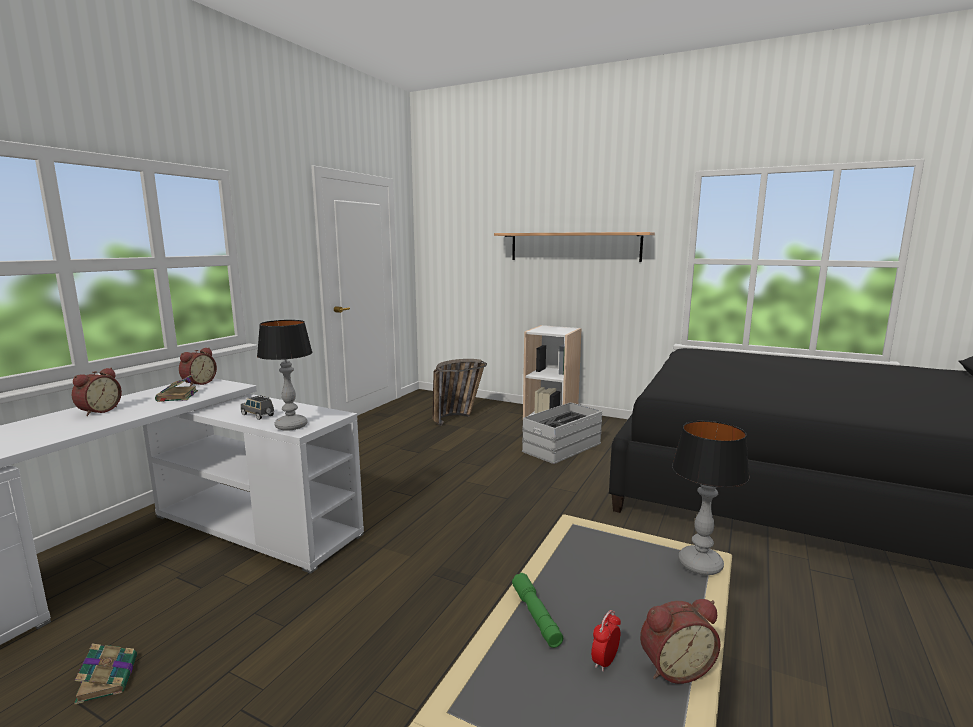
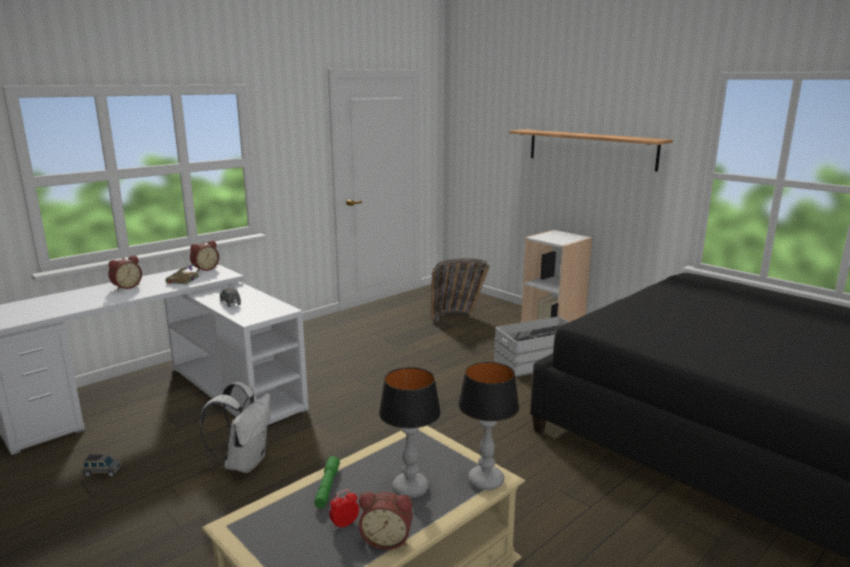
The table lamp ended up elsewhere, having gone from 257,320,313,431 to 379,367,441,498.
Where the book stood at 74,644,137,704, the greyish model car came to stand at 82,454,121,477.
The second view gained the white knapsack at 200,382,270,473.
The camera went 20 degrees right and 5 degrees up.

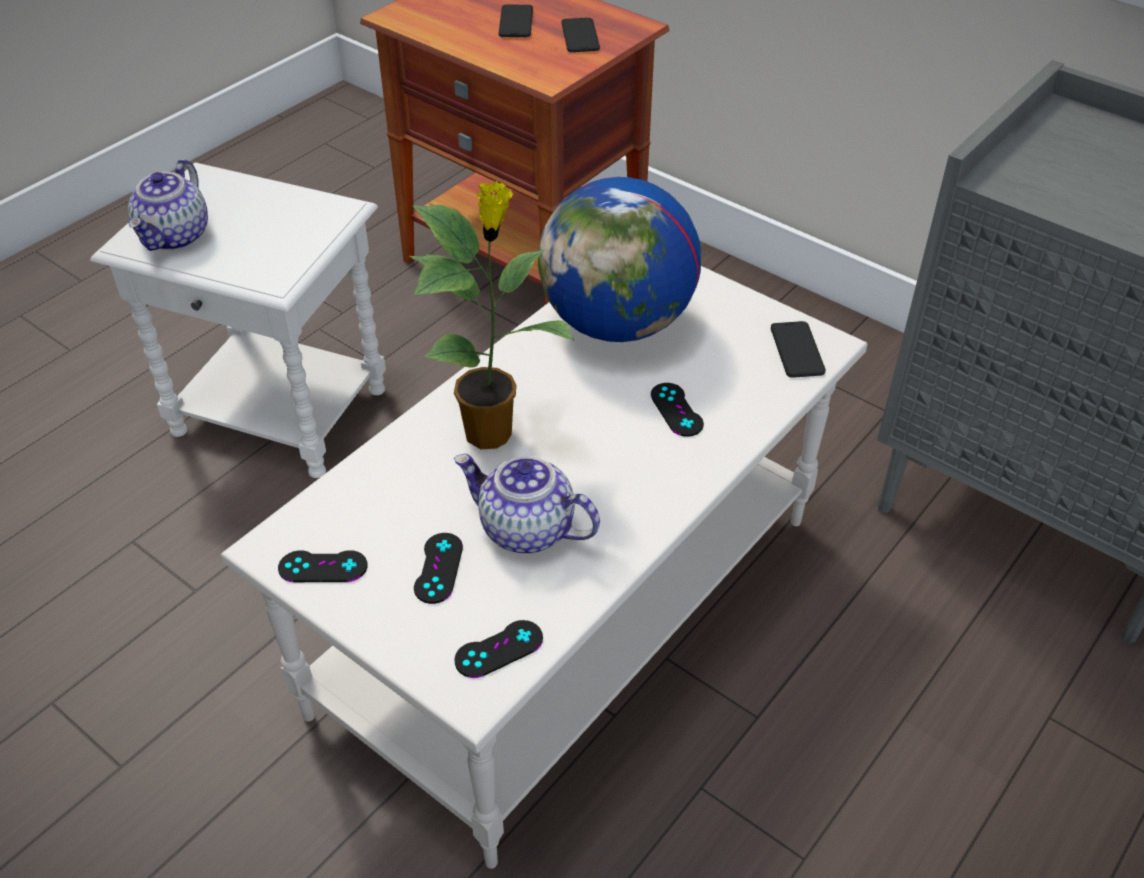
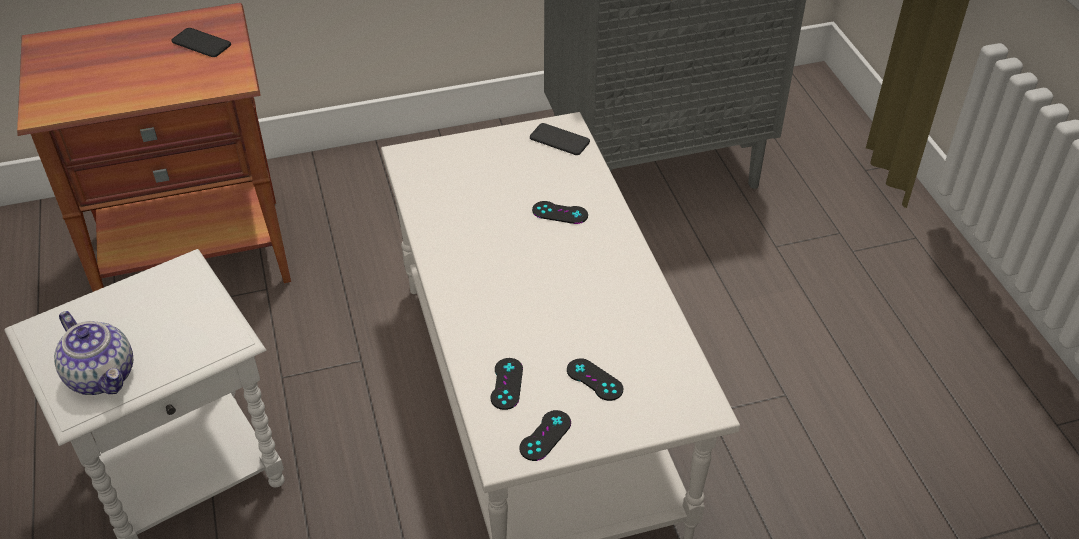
The second view lost the telephone at 499,5,533,37.
The second view lost the world globe at 538,177,701,342.
The second view lost the houseplant at 409,181,575,449.
The second view lost the pot for tea at 454,454,600,554.
The blackish joypad ended up elsewhere, having gone from 454,620,543,678 to 490,358,523,410.
The camera went 55 degrees left and 0 degrees up.

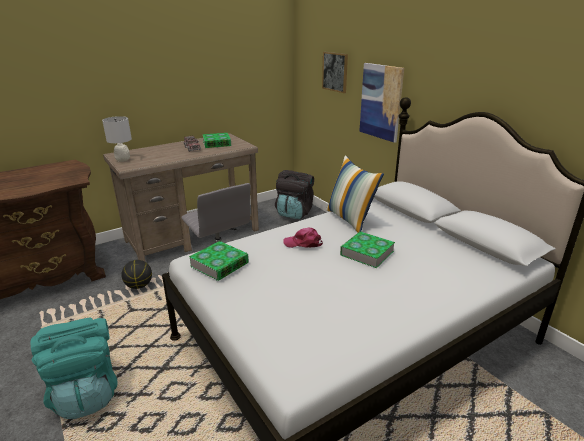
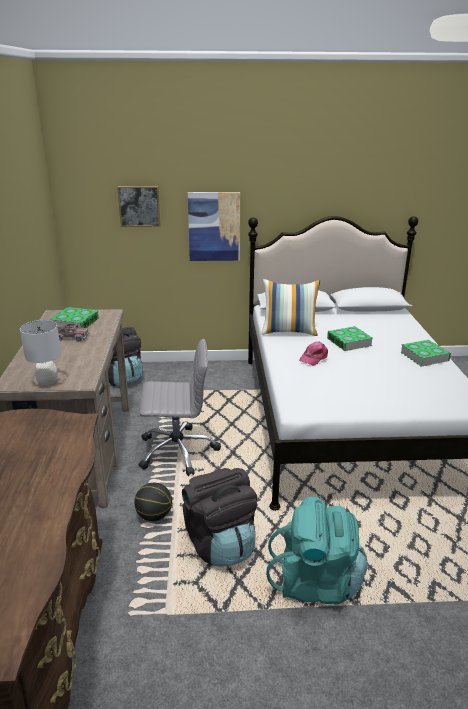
The book ended up elsewhere, having gone from 189,241,249,281 to 400,340,451,367.
The second view gained the blackish knapsack at 182,468,257,567.
The camera went 60 degrees left and 0 degrees up.

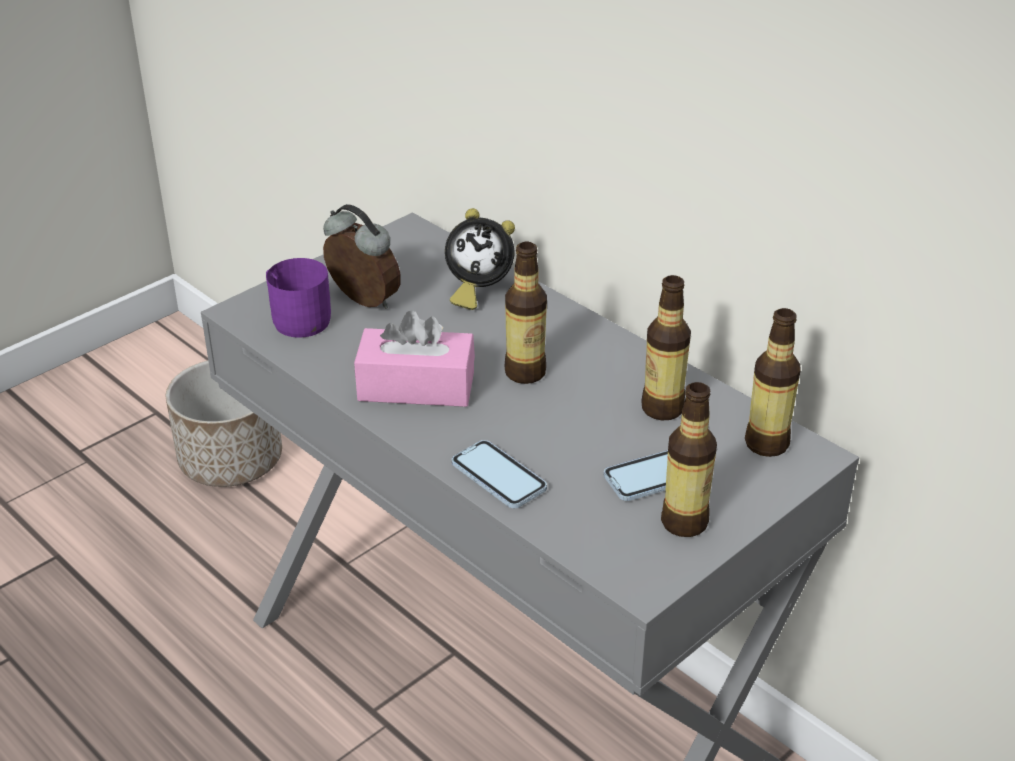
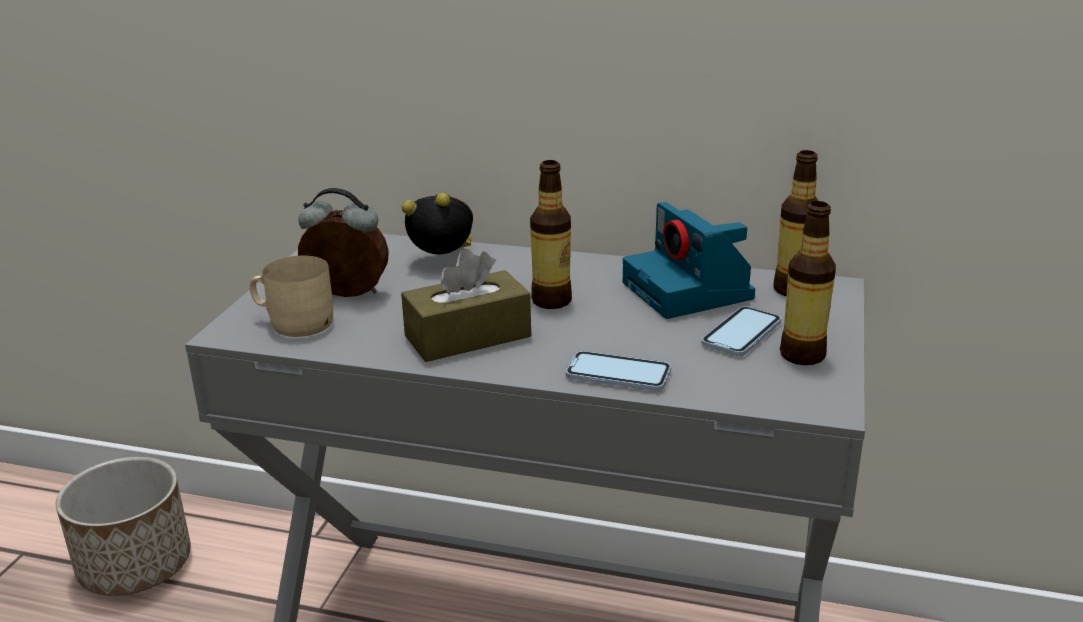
The table clock at 445,208,515,310 ended up facing another way, 150 degrees counterclockwise from before.
What was the purple-coloured tea mug at 266,258,331,338 turned into the beige tea mug at 250,256,333,337.
Where the bottle stood at 642,275,691,420, the still camera came to stand at 623,202,755,319.
What was the pink-coloured box of tissues at 354,310,475,407 turned into the brownish box of tissues at 401,249,531,362.
The camera went 30 degrees left and 10 degrees down.

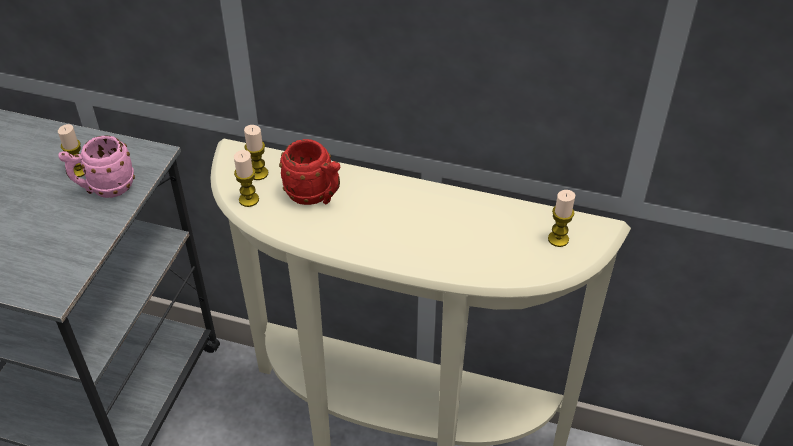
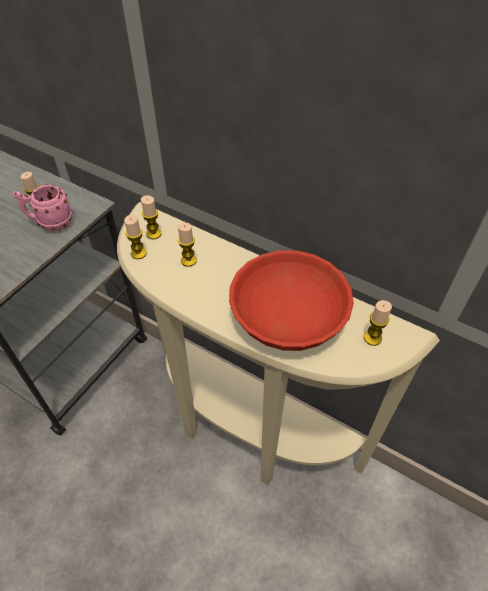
Where the red-coloured tea mug stood at 279,139,340,205, the wax light came to stand at 178,222,197,267.
The second view gained the red-coloured bowl at 229,250,354,351.
The camera went 15 degrees right and 5 degrees up.

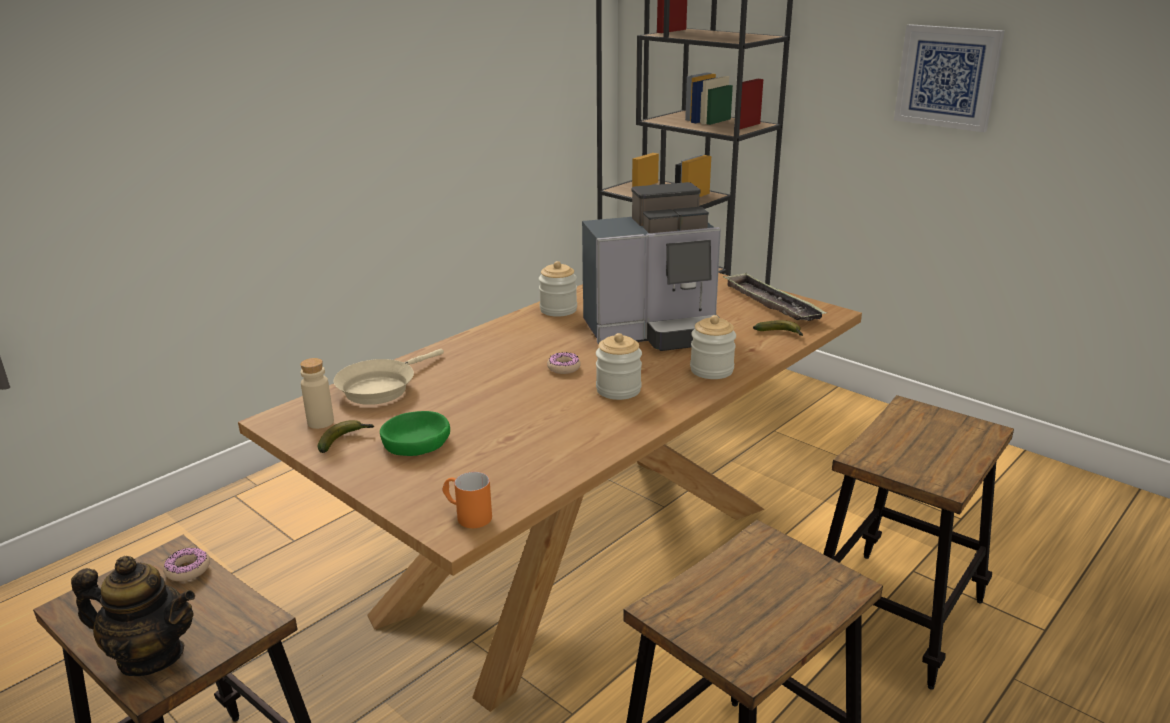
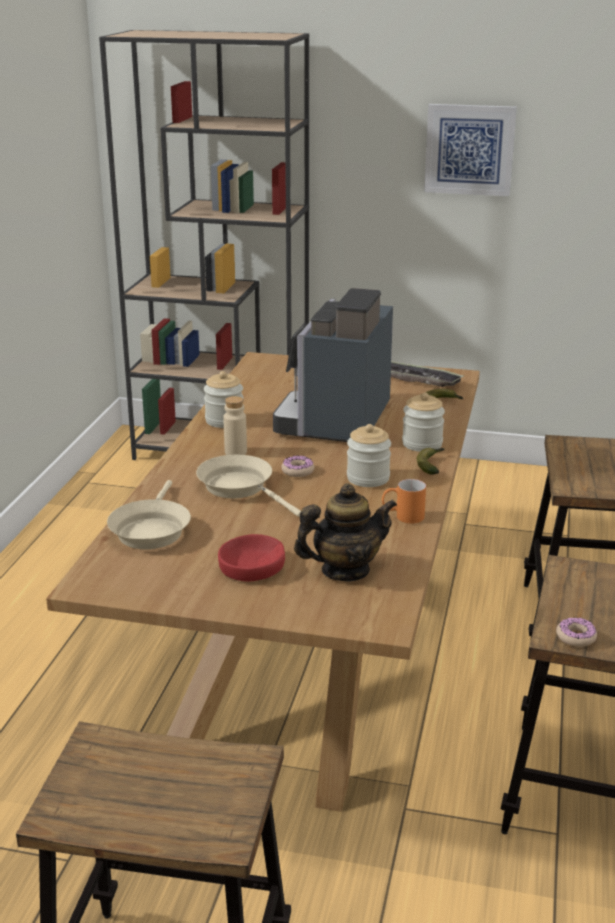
The coffee machine at 582,182,721,351 ended up facing another way, 150 degrees clockwise from before.
The beige bottle ended up elsewhere, having gone from 300,358,334,429 to 223,396,247,455.
What was the green bowl at 380,411,450,456 turned into the red-coloured bowl at 218,534,285,582.
The banana ended up elsewhere, having gone from 317,420,375,453 to 417,448,445,475.
The orangey tea mug ended up elsewhere, having gone from 442,472,492,528 to 382,479,426,523.
The ring doughnut ended up elsewhere, having gone from 163,548,210,581 to 556,617,597,647.
The pot for tea ended up elsewhere, having gone from 71,556,195,676 to 294,483,397,582.
The second view gained the beige frying pan at 196,455,301,517.
The camera went 30 degrees left and 0 degrees up.

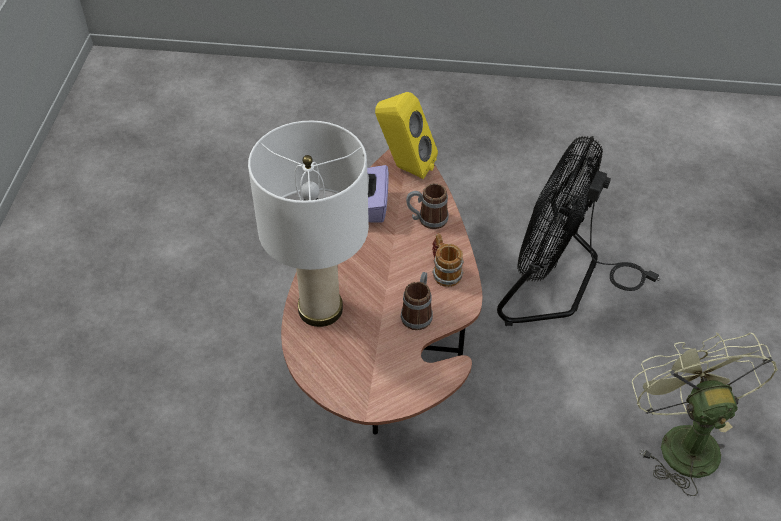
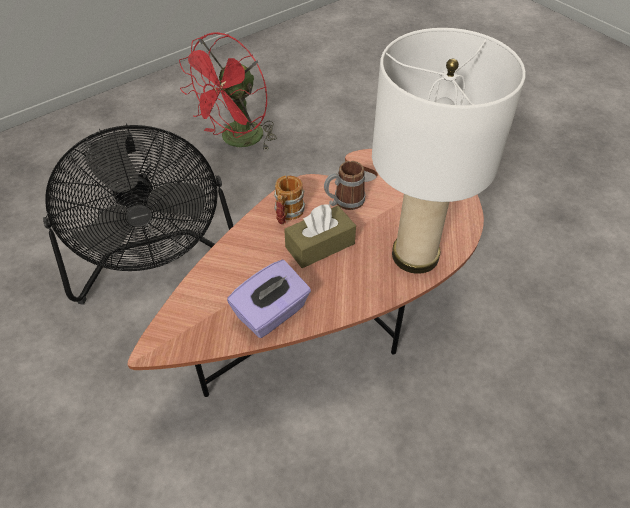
The second view lost the yellow-coloured audio speaker at 375,92,438,179.
The second view lost the tea mug at 406,183,449,229.
What was the green electric fan at 632,333,778,496 turned into the red-coloured electric fan at 179,32,277,150.
The second view gained the brownish box of tissues at 284,204,356,268.
The camera went 135 degrees left and 0 degrees up.

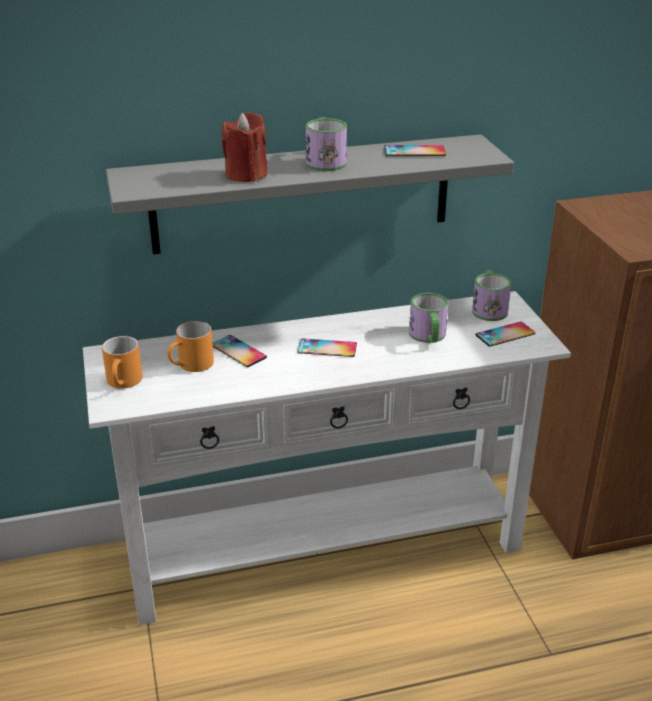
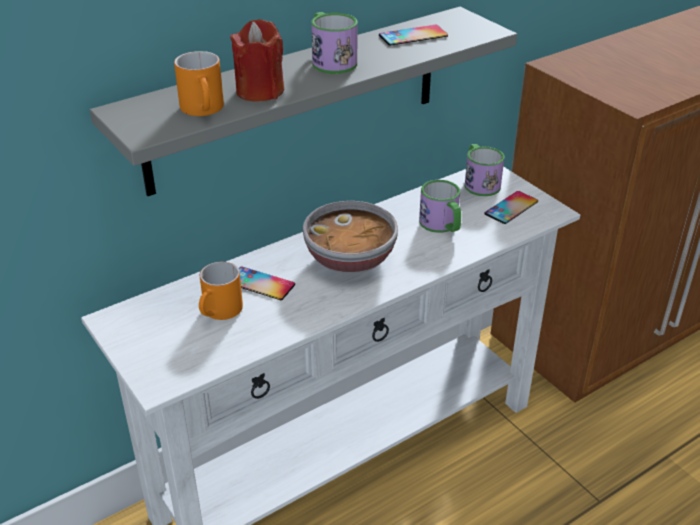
The orangey tea mug ended up elsewhere, having gone from 102,336,143,389 to 174,51,224,116.
Where the telephone stood at 298,338,357,357, the bowl came to stand at 303,201,398,274.
The camera went 20 degrees left and 5 degrees up.

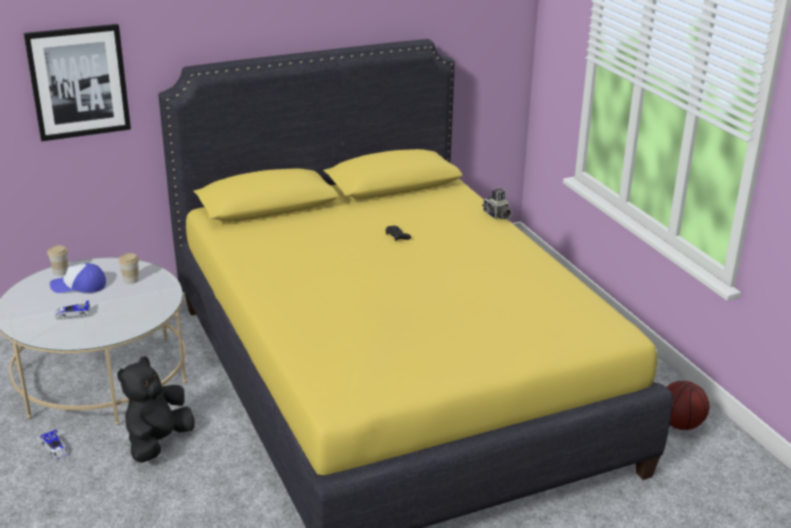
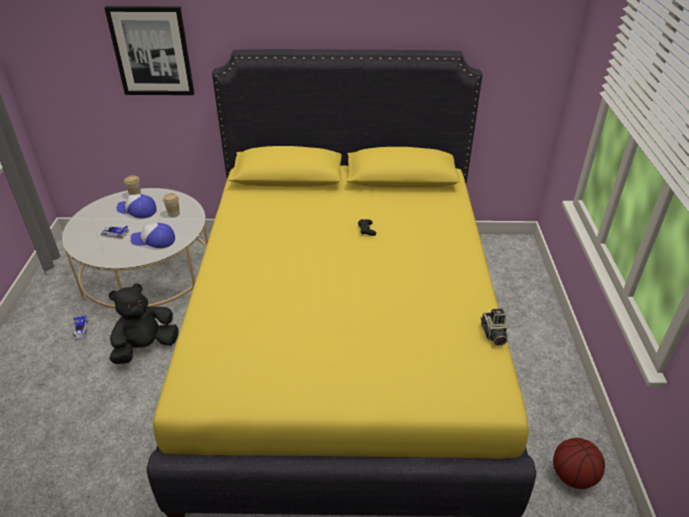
The still camera ended up elsewhere, having gone from 482,188,512,220 to 481,308,508,346.
The second view gained the baseball cap at 131,222,175,248.
The camera went 25 degrees right and 10 degrees up.

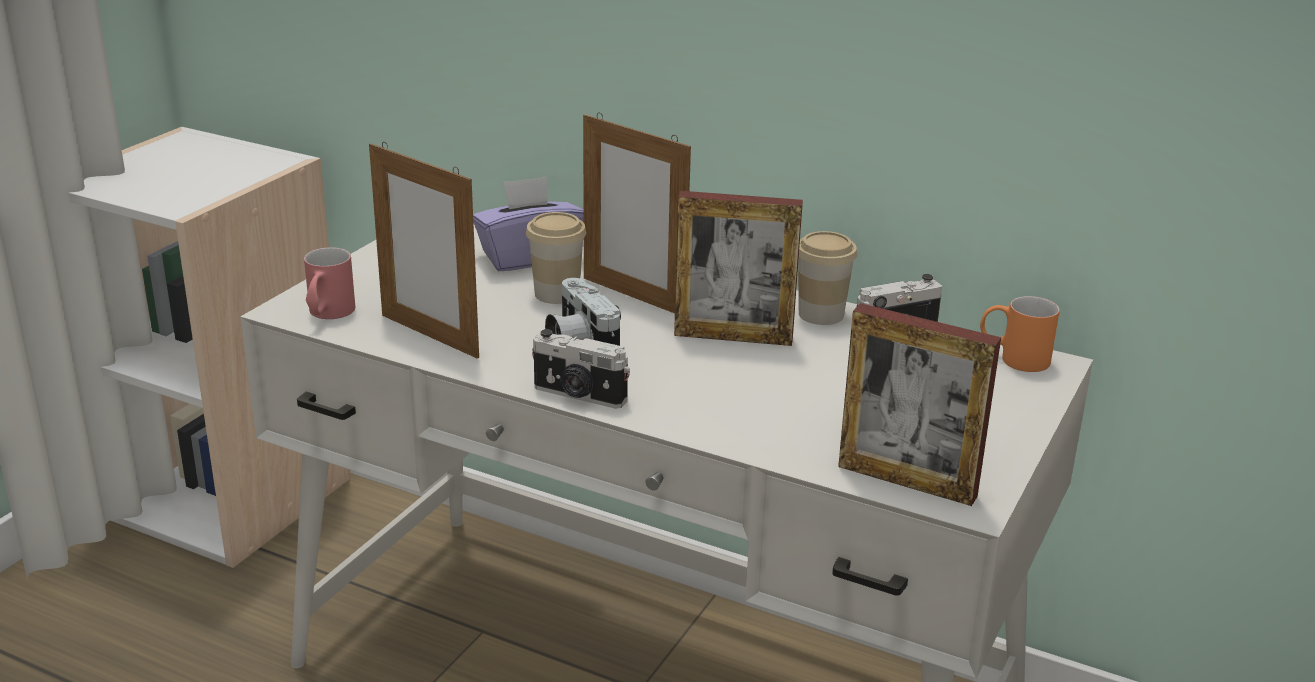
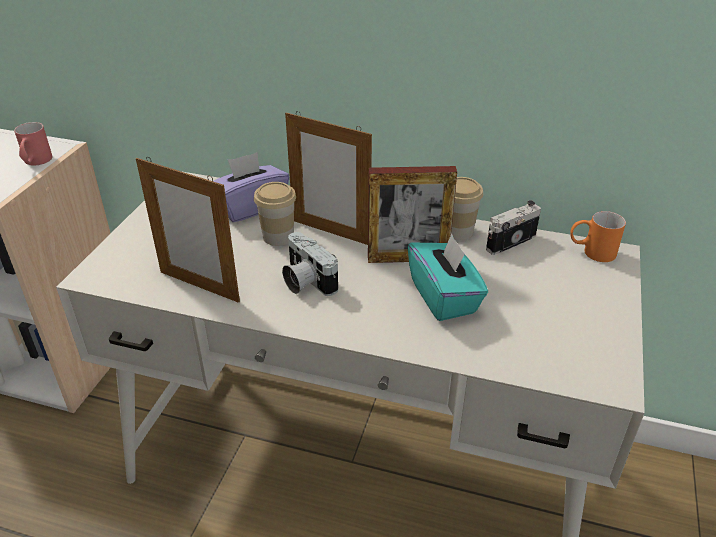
The red-coloured tea mug ended up elsewhere, having gone from 304,247,355,319 to 14,122,53,165.
The second view lost the standing frame at 838,303,1001,506.
The second view lost the still camera at 532,329,630,409.
The second view gained the blue-green box of tissues at 408,234,488,321.
The camera went 10 degrees left and 10 degrees up.

